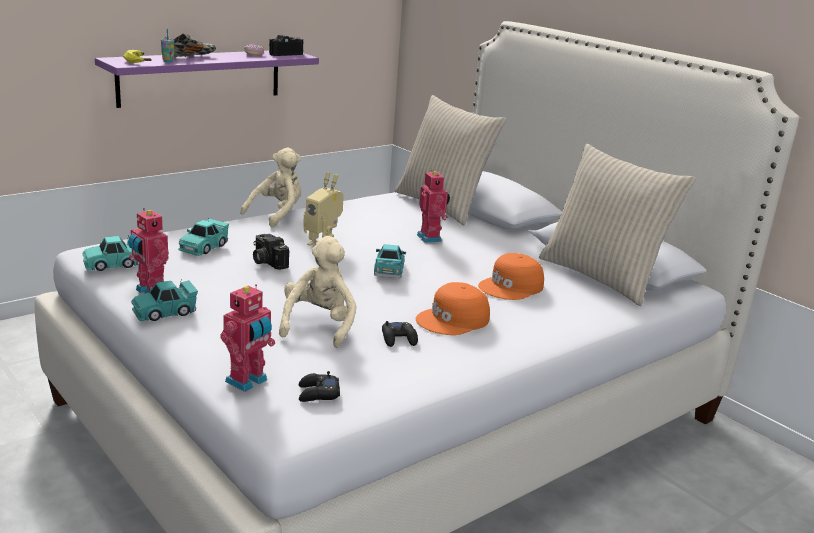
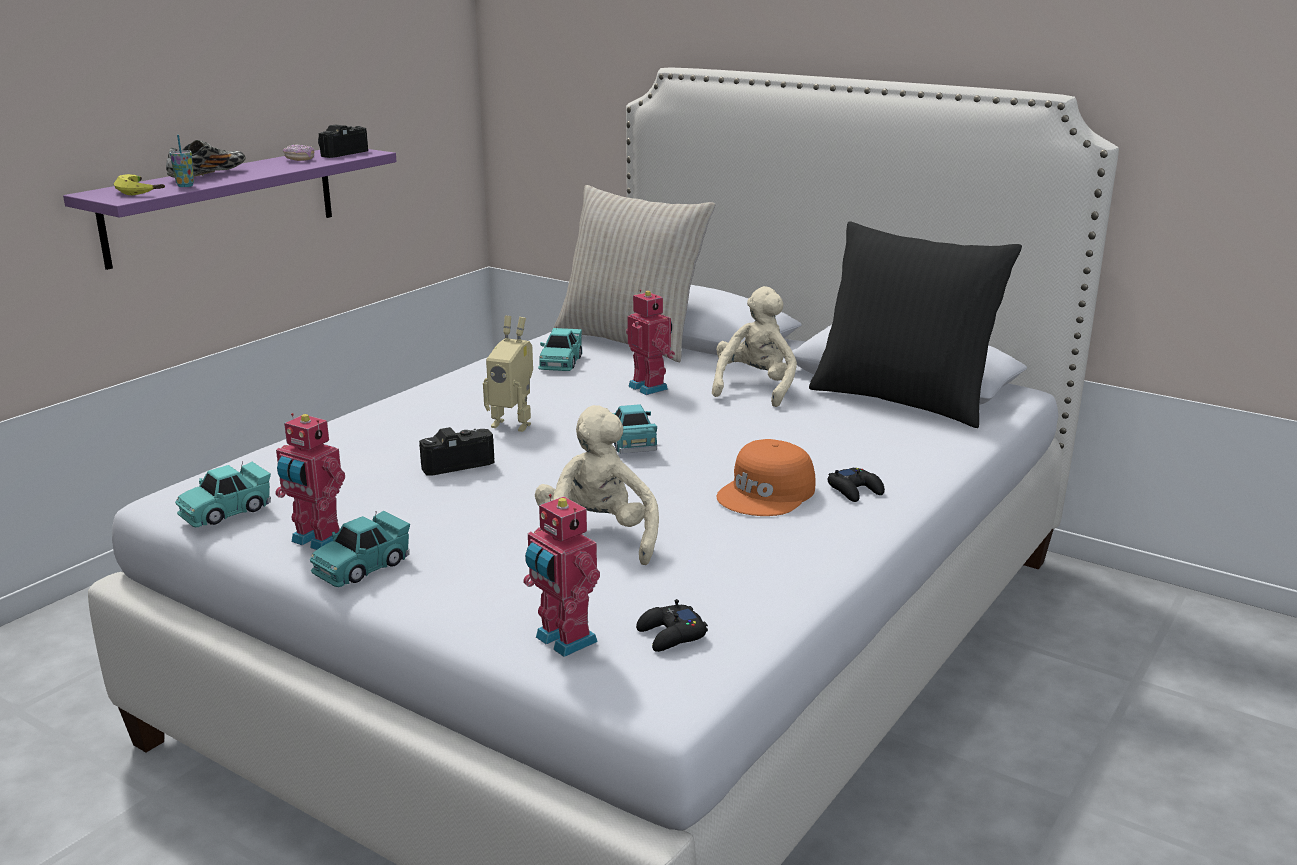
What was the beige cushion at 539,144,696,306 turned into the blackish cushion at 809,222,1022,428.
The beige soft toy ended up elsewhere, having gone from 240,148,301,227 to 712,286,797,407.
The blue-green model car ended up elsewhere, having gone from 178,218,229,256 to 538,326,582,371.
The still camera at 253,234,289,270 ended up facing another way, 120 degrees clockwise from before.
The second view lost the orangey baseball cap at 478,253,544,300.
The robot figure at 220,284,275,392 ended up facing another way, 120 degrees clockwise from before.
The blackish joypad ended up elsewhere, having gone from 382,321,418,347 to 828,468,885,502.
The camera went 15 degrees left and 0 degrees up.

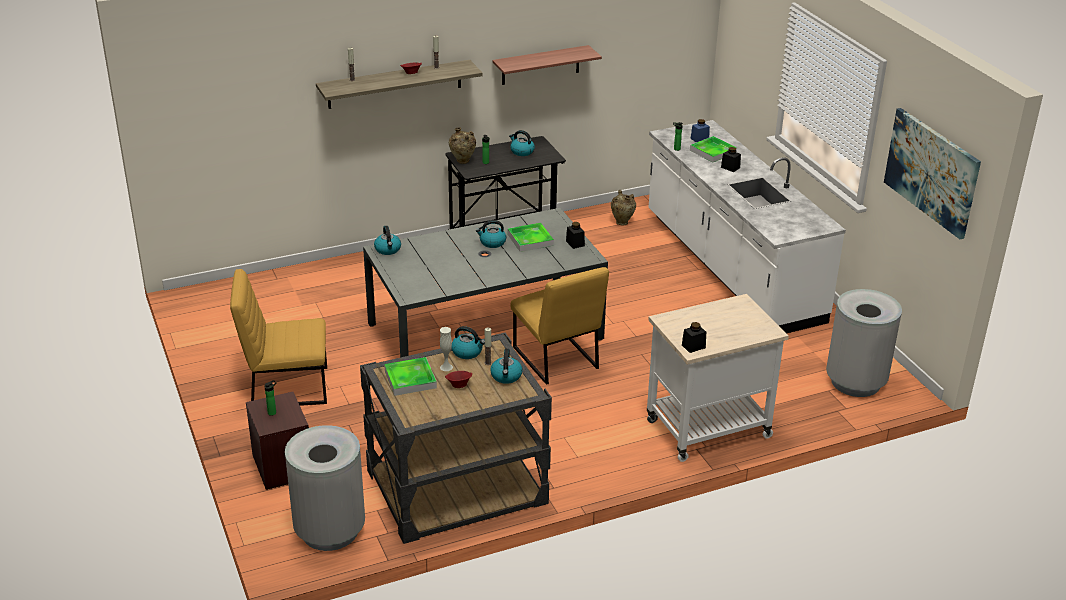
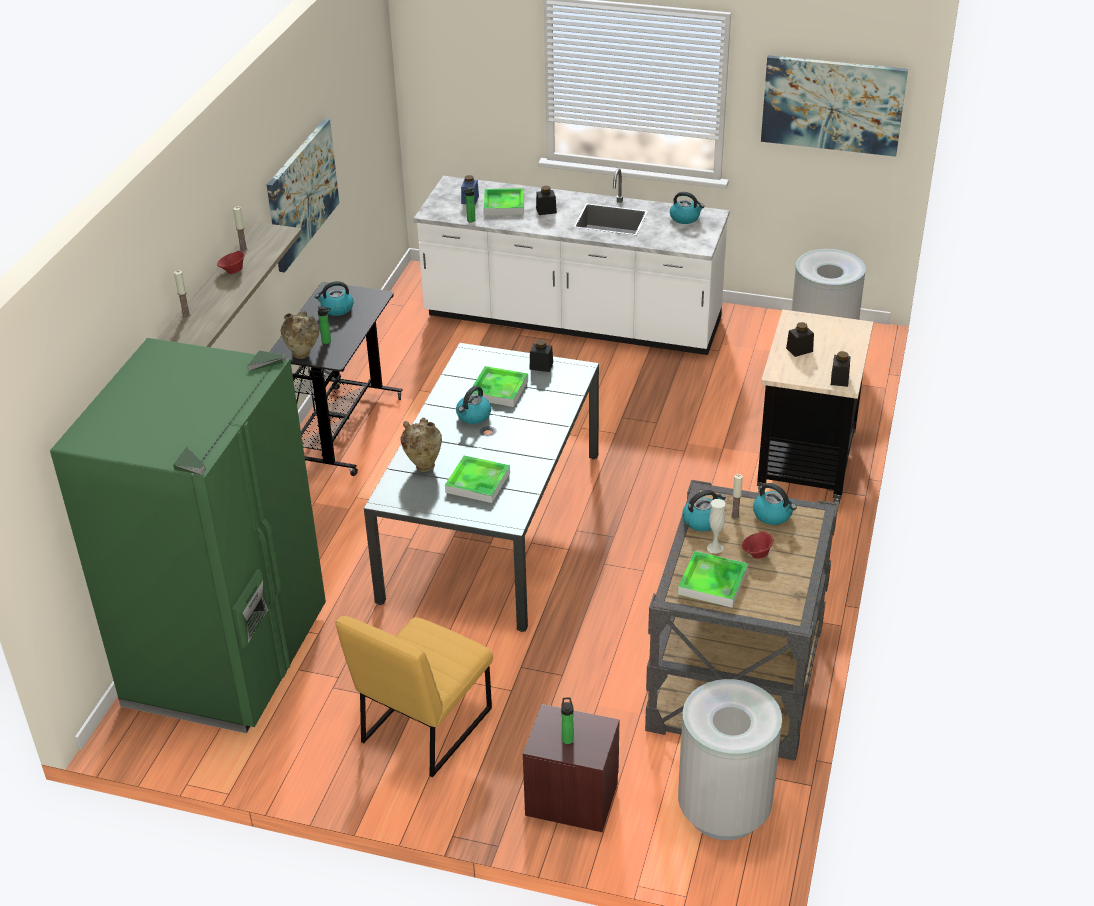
Where the shelf hung at 492,45,602,85, the wall art came to hang at 267,119,339,273.
The beige flower vase ended up elsewhere, having gone from 611,190,636,225 to 401,418,442,472.
The water kettle ended up elsewhere, having gone from 374,226,401,255 to 670,192,704,224.
The second view lost the yellow-coloured upright chair at 510,267,609,385.
What was the white trolley at 647,294,789,462 turned into the blackish trolley at 757,309,874,505.
The second view gained the blackish jar at 786,322,814,357.
The second view gained the green kitchen fridge at 50,338,326,734.
The second view gained the tray at 445,456,510,503.
The camera went 50 degrees left and 5 degrees up.

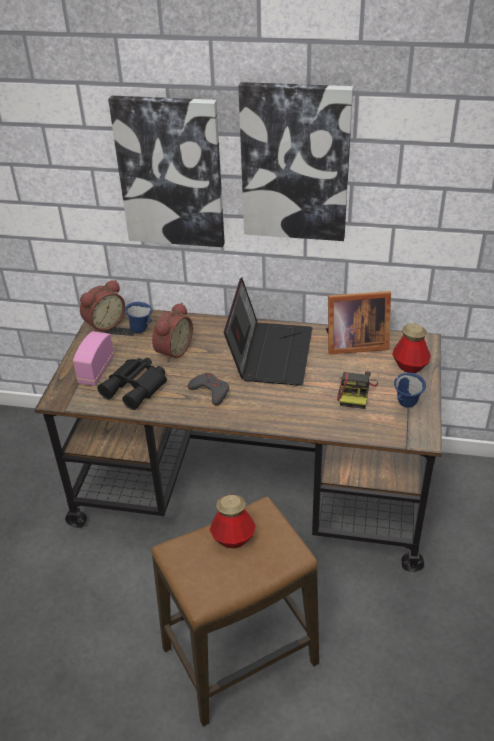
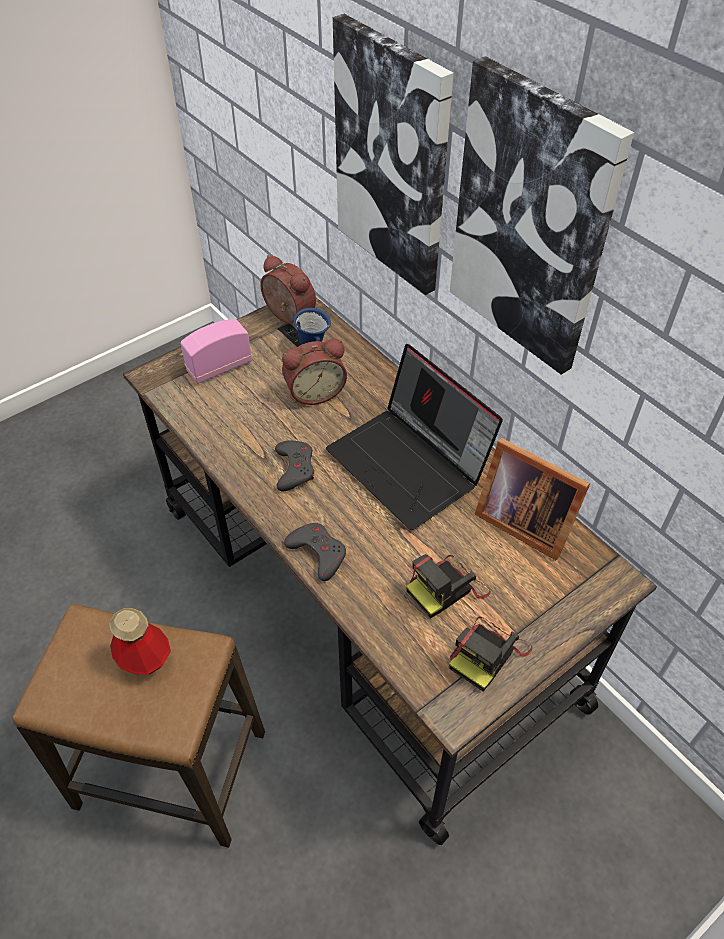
The notebook computer at 224,277,312,386 ended up facing another way, 90 degrees clockwise from before.
The table clock at 80,280,125,331 ended up facing another way, 135 degrees counterclockwise from before.
The second view lost the bottle at 392,323,431,373.
The second view lost the blackish field glasses at 98,358,167,410.
Where the blue-coloured tea mug stood at 394,373,426,408, the still camera came to stand at 449,617,532,692.
The second view gained the greyish joypad at 284,523,346,581.
The camera went 40 degrees right and 10 degrees up.

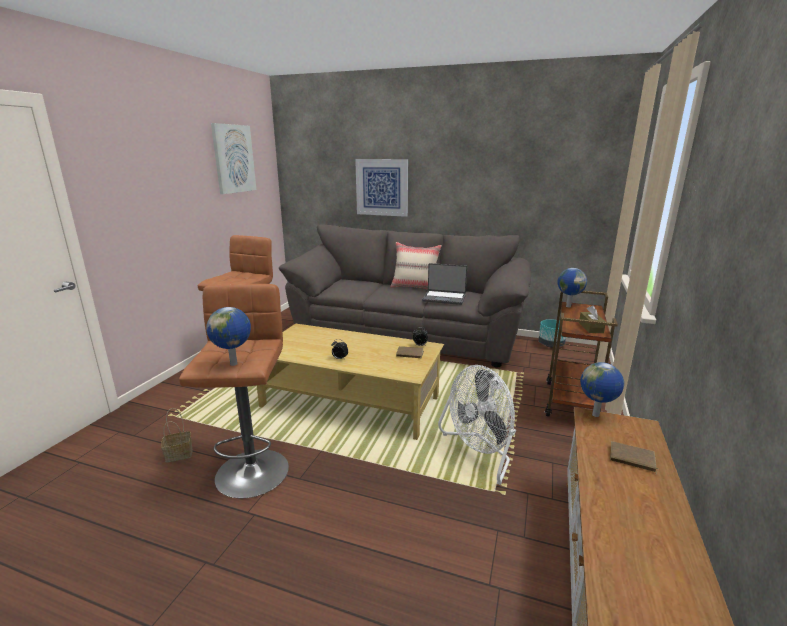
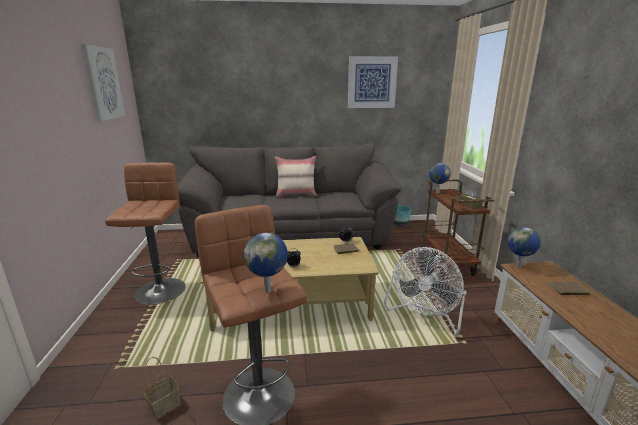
The wall art ended up elsewhere, having gone from 355,159,408,217 to 348,56,398,108.
The second view lost the notebook computer at 422,263,467,305.
The camera went 25 degrees left and 0 degrees up.

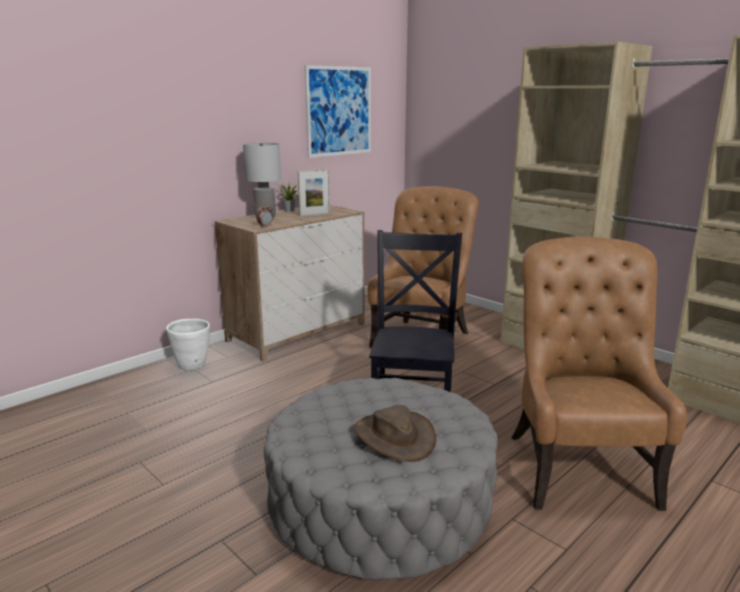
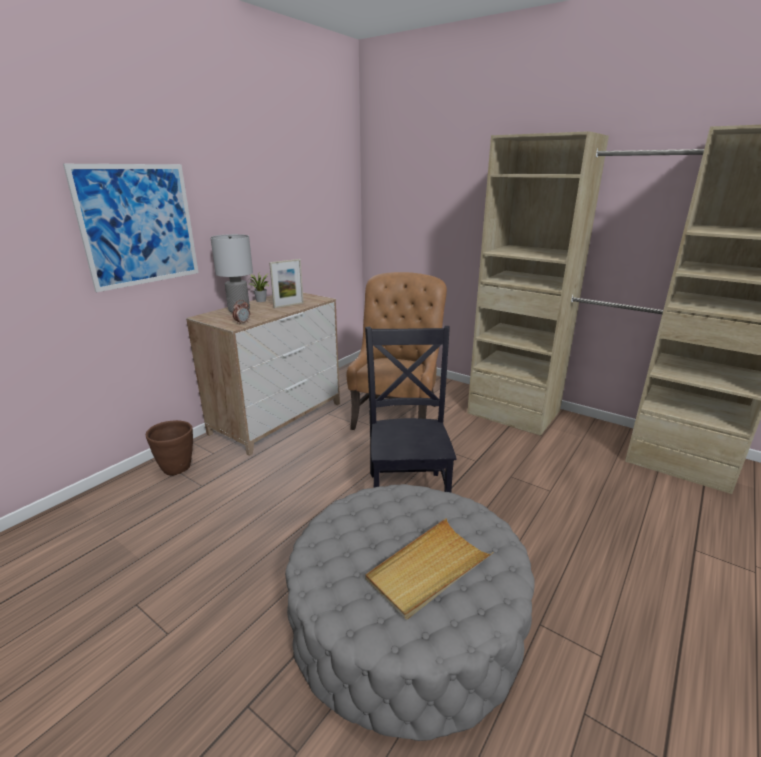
The wall art ended up elsewhere, having gone from 305,65,371,158 to 63,164,199,292.
The second view lost the brownish upright chair at 512,237,687,511.
What was the white plant pot at 166,319,210,371 turned into the brownish plant pot at 146,420,193,476.
Where the brownish hat stood at 354,405,436,462, the beige tray came to stand at 366,518,494,620.
The camera went 10 degrees left and 5 degrees up.

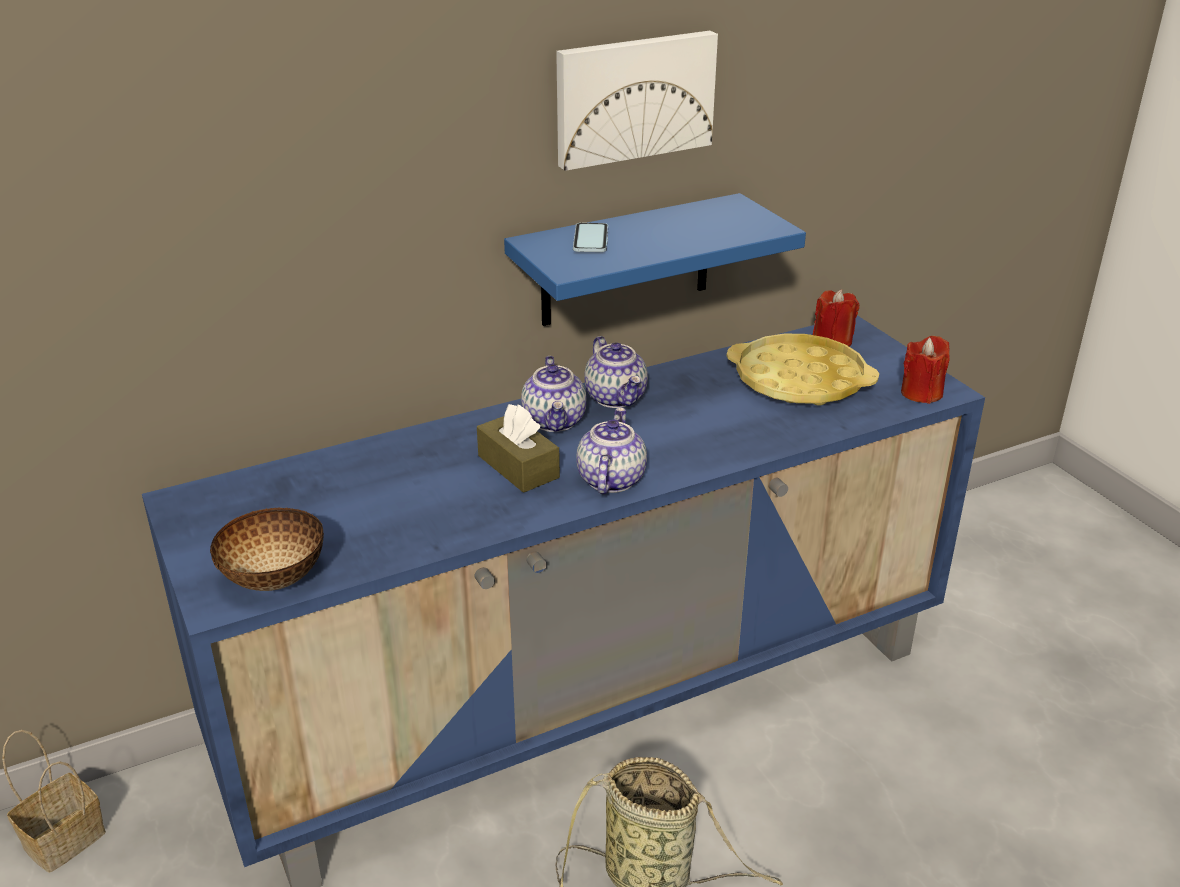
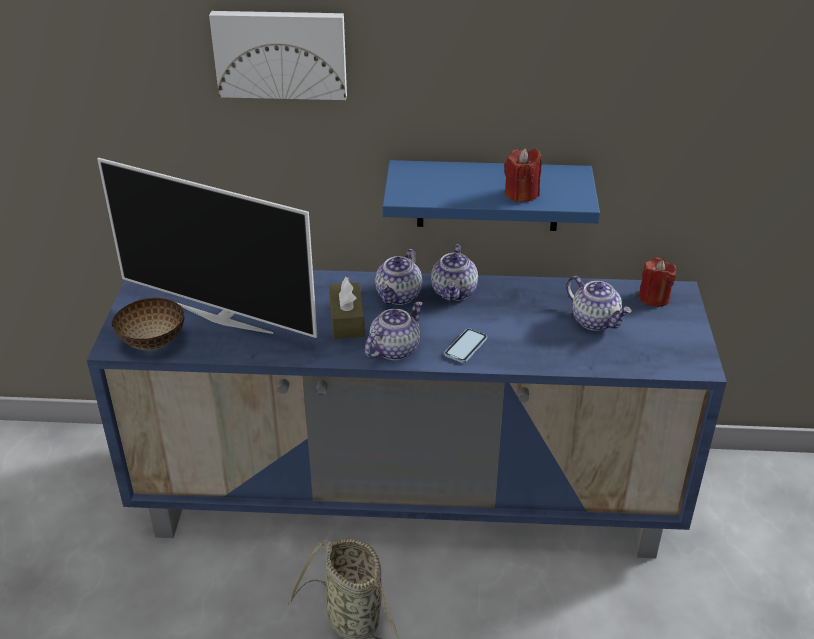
The wall art ended up elsewhere, having gone from 556,31,718,171 to 209,11,347,100.
The telephone ended up elsewhere, having gone from 573,223,608,252 to 444,329,487,363.
Where the yellow-coloured tray stood at 727,333,879,406, the pot for tea came to stand at 566,276,632,331.
The red-coloured wax light ended up elsewhere, having gone from 901,336,950,404 to 504,148,542,202.
The second view lost the storage basket at 2,730,106,873.
The second view gained the TV set at 97,158,317,338.
The camera went 30 degrees right and 5 degrees up.

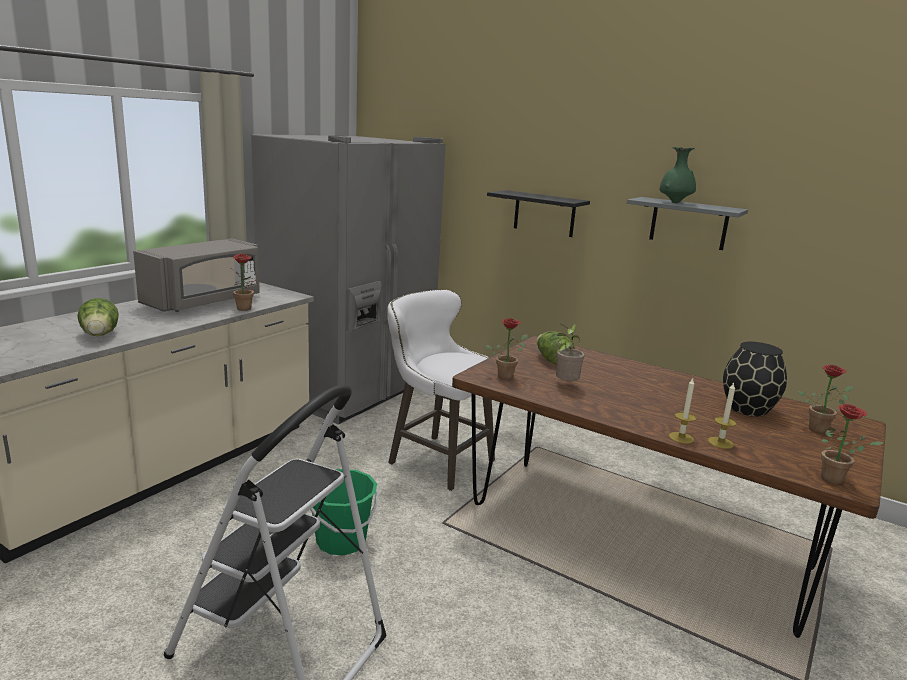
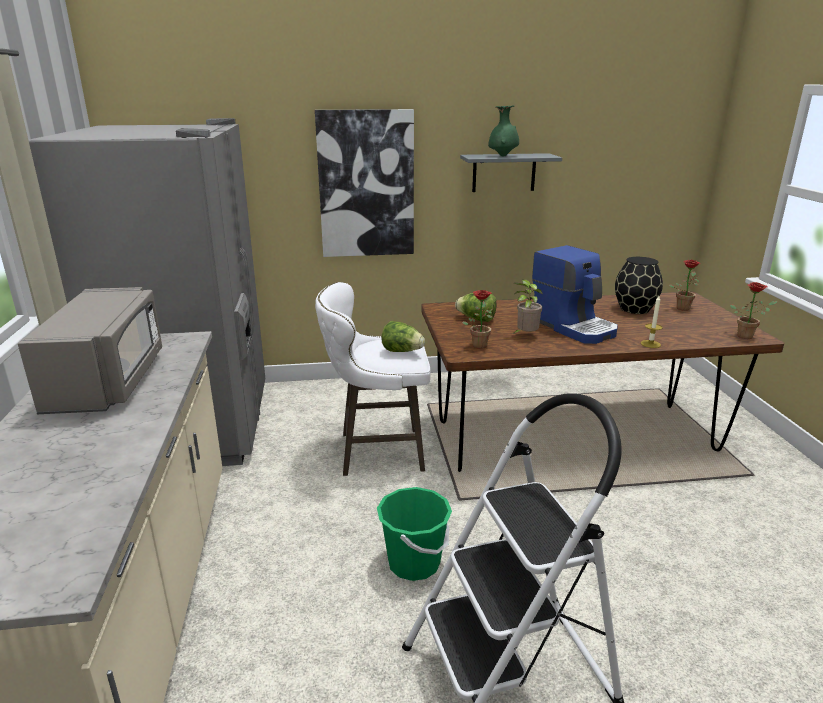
Where the blackish shelf hung at 487,190,590,237, the wall art came to hang at 315,109,414,257.
The second view lost the houseplant at 232,253,258,311.
The lettuce ended up elsewhere, having gone from 77,298,119,336 to 381,321,425,352.
The second view lost the wax light at 708,382,736,449.
The second view gained the coffee machine at 532,245,618,344.
The camera went 40 degrees left and 5 degrees up.

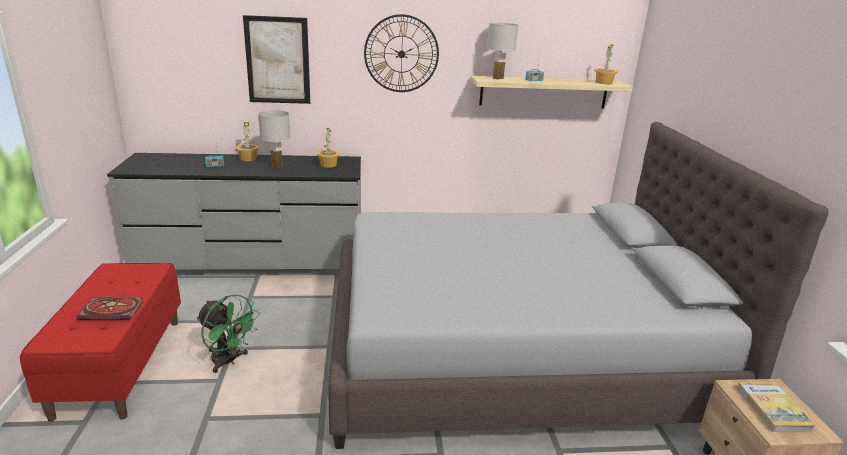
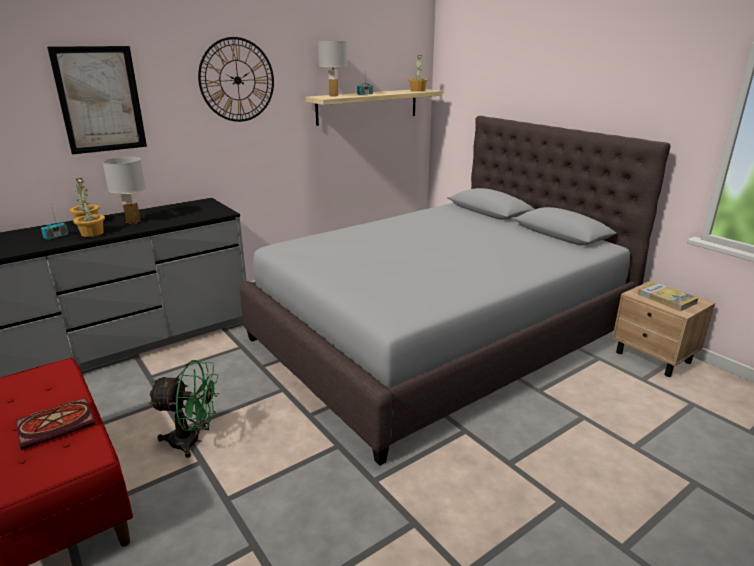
The houseplant ended up elsewhere, having gone from 317,128,339,168 to 73,186,105,237.
The camera went 30 degrees left and 0 degrees up.

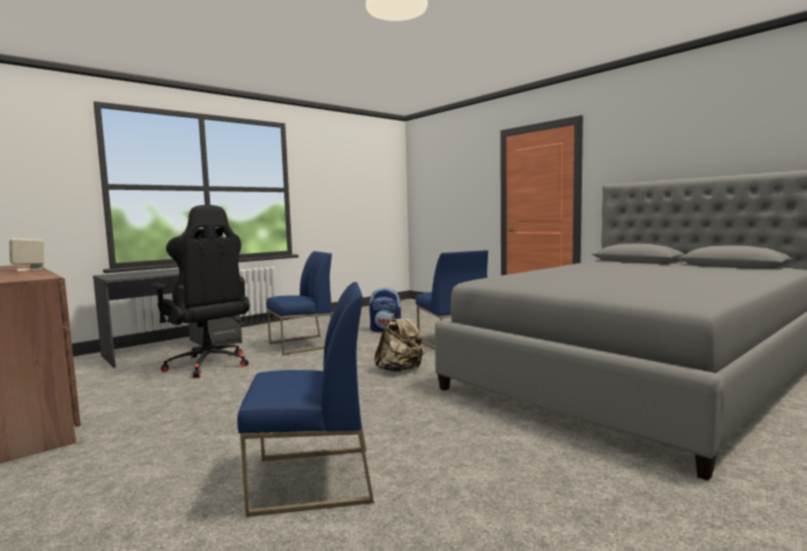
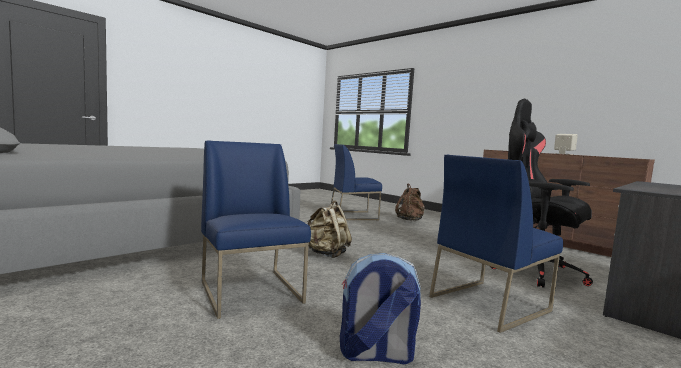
The second view gained the brownish knapsack at 395,184,425,221.
The camera went 175 degrees right and 0 degrees up.

